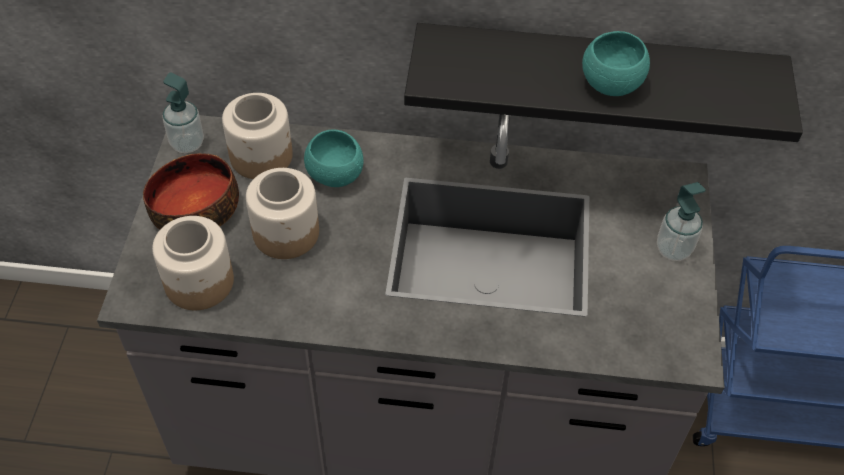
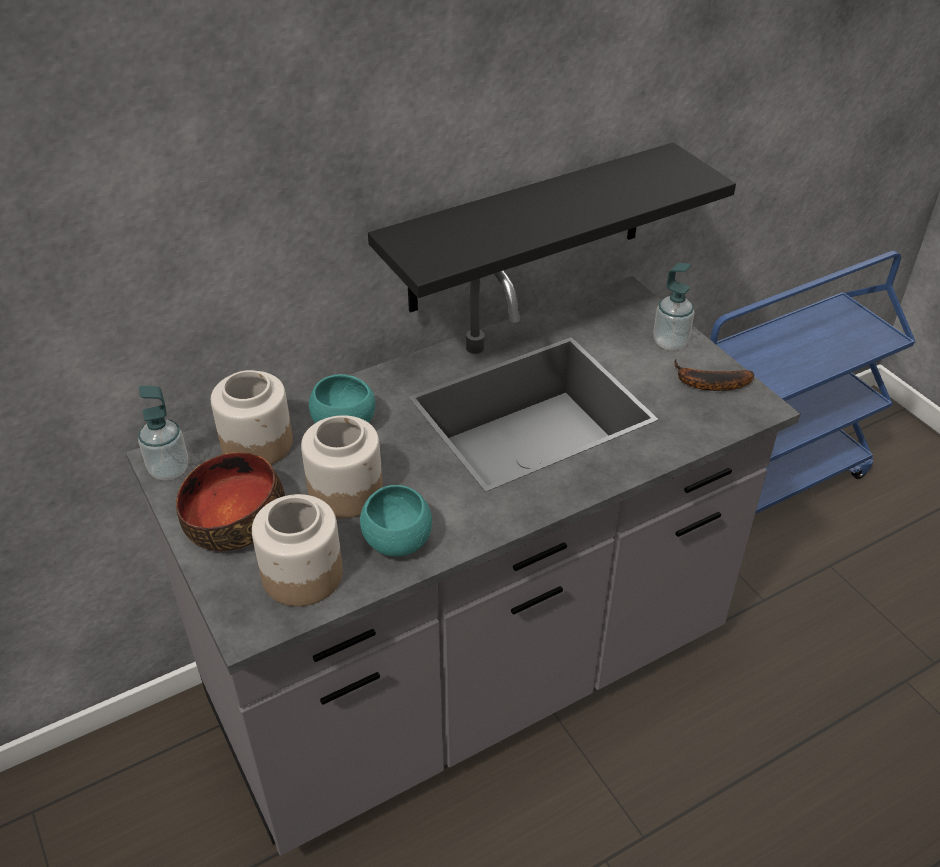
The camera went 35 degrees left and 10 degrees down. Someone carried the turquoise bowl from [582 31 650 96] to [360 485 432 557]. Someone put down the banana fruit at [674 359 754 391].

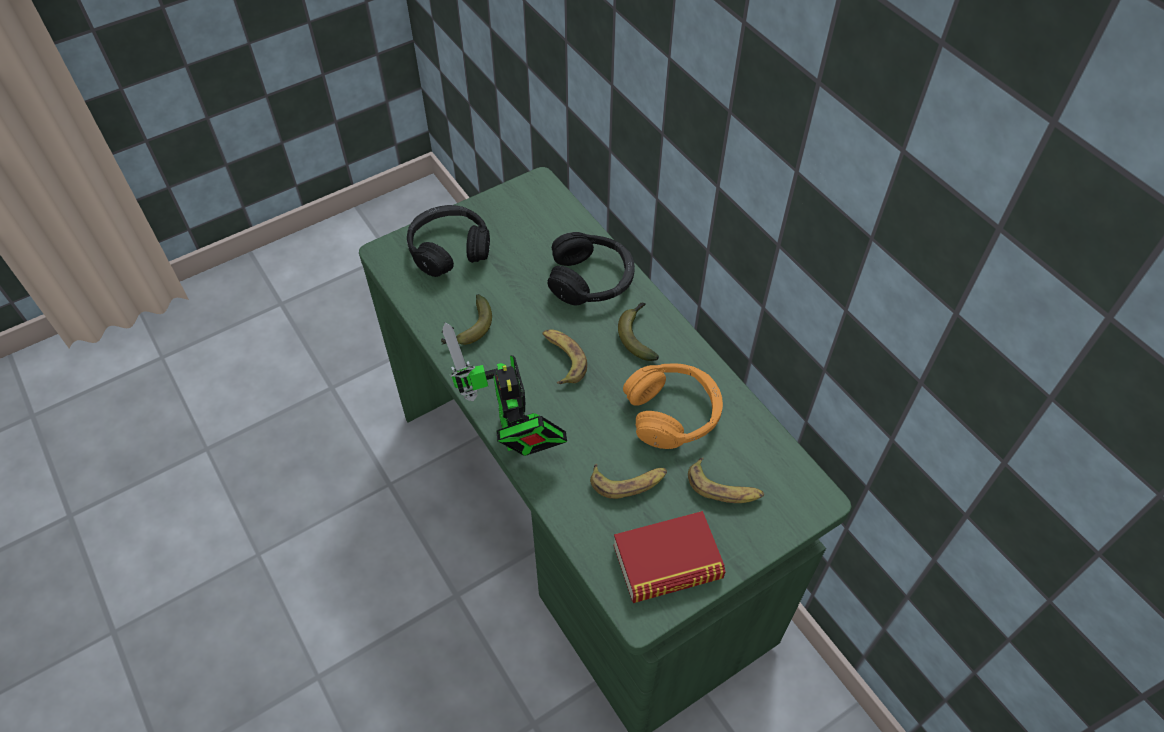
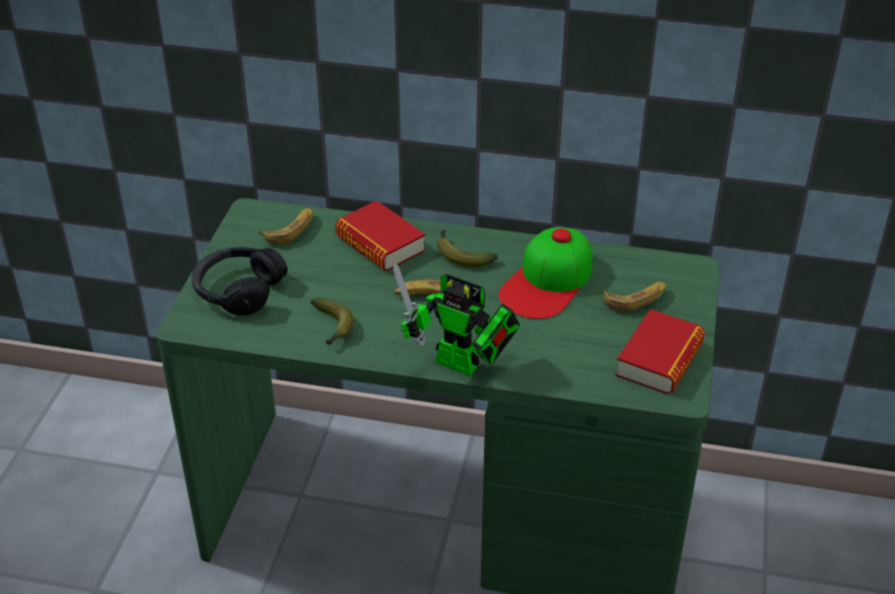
The camera went 45 degrees left and 15 degrees down. Someone carried the banana fruit from [590 463 667 499] to [259 208 313 244]. Someone swapped the black headset at [548 232 635 306] for the volume at [335 200 425 271]. Someone swapped the orange-coloured headset at [623 363 723 449] for the peaked cap at [499 228 592 319].

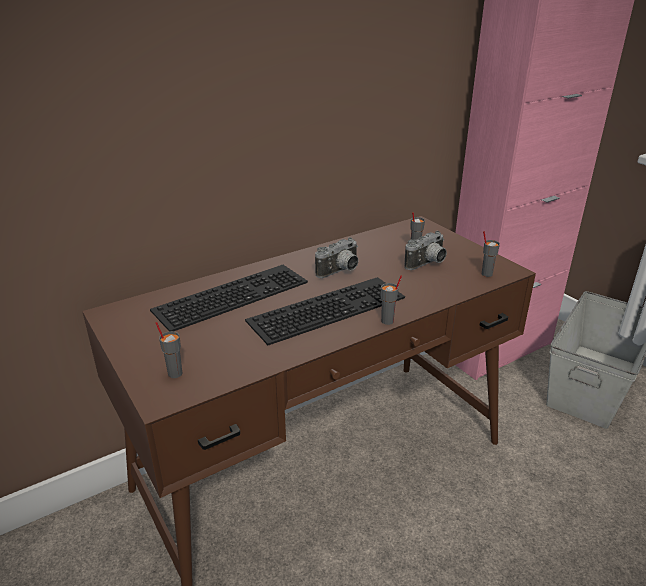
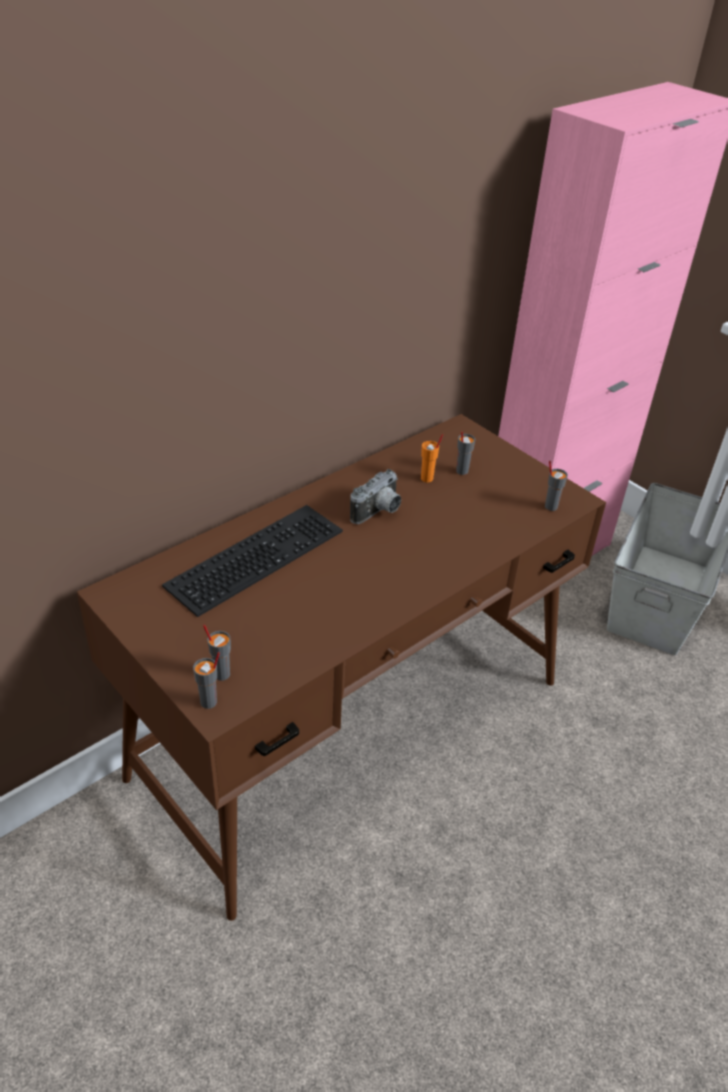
The camera went 10 degrees left and 10 degrees up. Someone carried the grey small cup from [381 275 402 325] to [193 652 220 709]. Someone put down the orange-coloured small cup at [421 434 443 482]. Someone took away the PC keyboard at [245 277 405 345]. Someone took away the photo camera at [405 231 447 270].

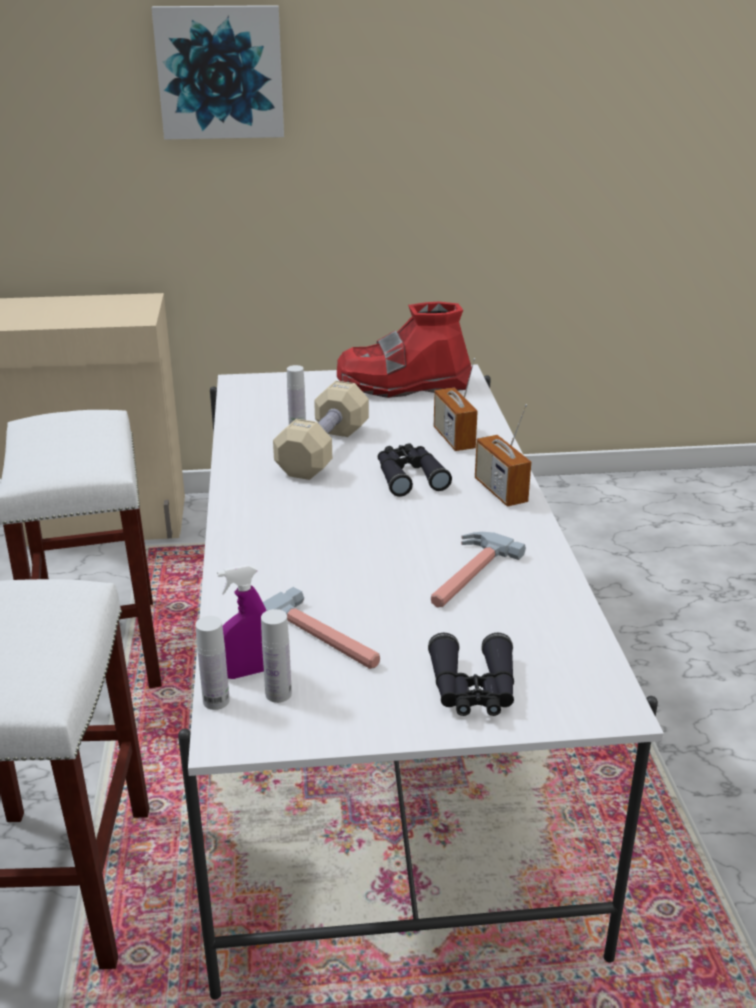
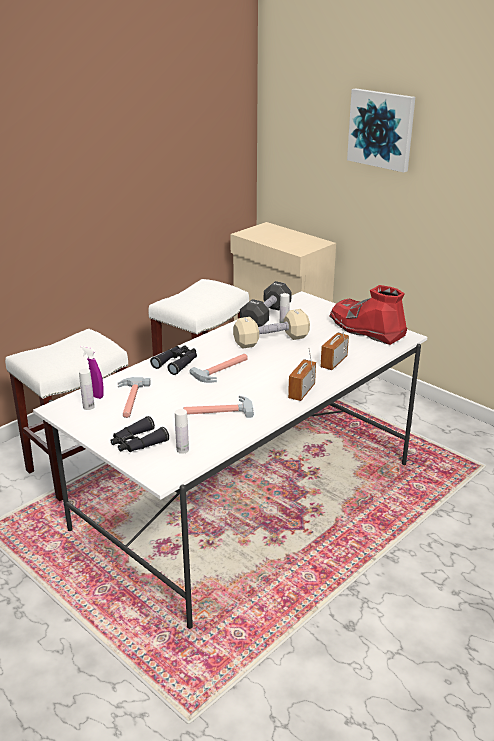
The camera went 50 degrees right and 0 degrees up. Someone carried the black field glasses from [378 443 452 497] to [150 345 197 375]. Someone carried the white bottle from [195 616 230 710] to [175 409 189 454]. Someone put down the tool hammer at [189 354 248 383]. Someone put down the black hand weight at [240 281 292 327].

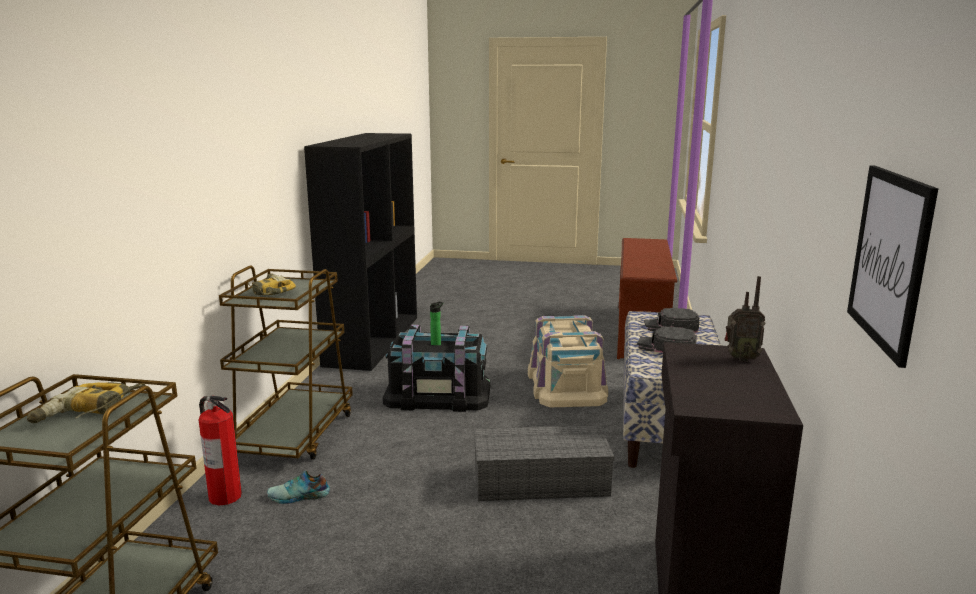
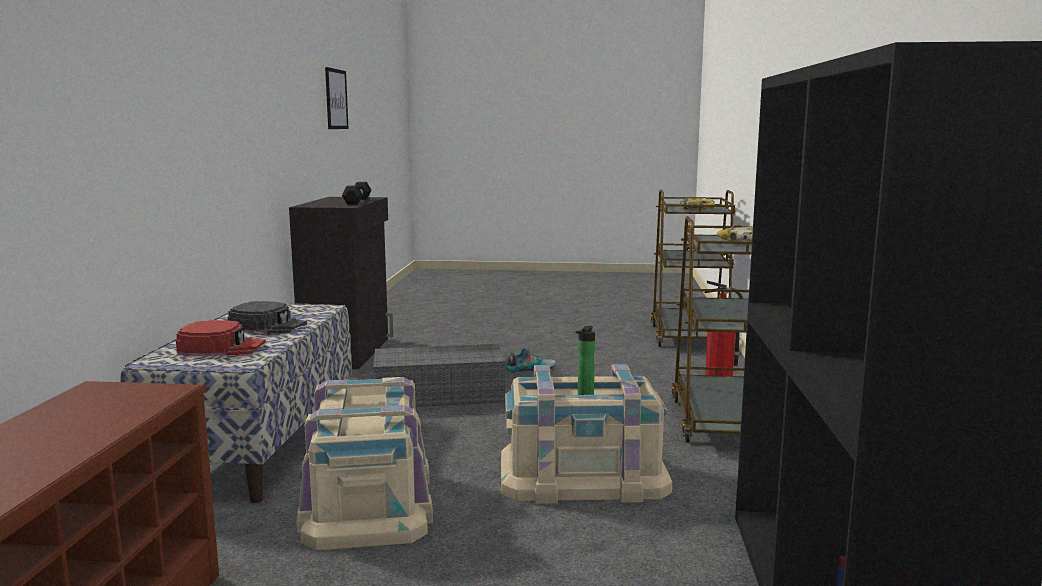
The camera went 175 degrees right and 5 degrees down. Someone repainted the black peaked cap at [644 308 699 333], which became the red peaked cap at [176 320 266 356]. Someone put down the black hand weight at [342 182 372 205]. Someone repainted the black storage box at [383 325 490 412], which became the beige storage box at [501 364 672 504]. Someone carried the shoe from [267 470 330 504] to [506 348 557 373]. Someone took away the radio at [725 276 765 362].

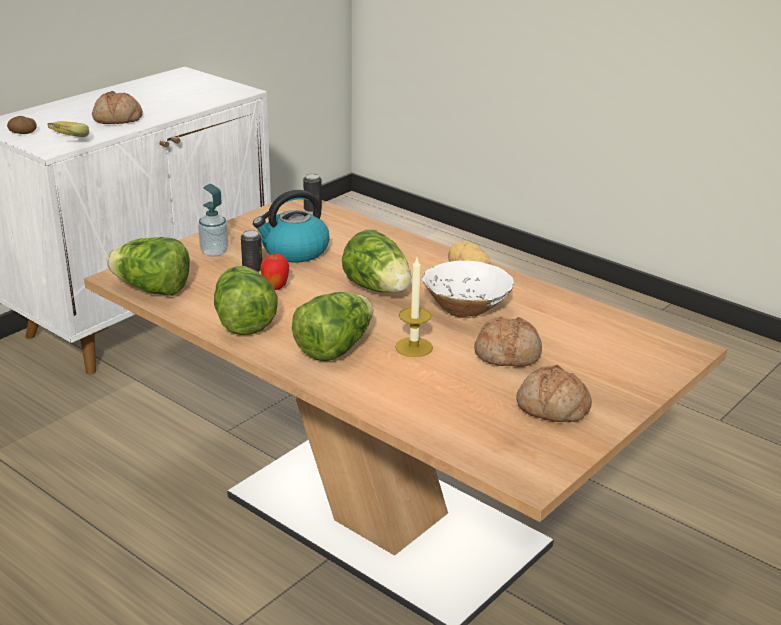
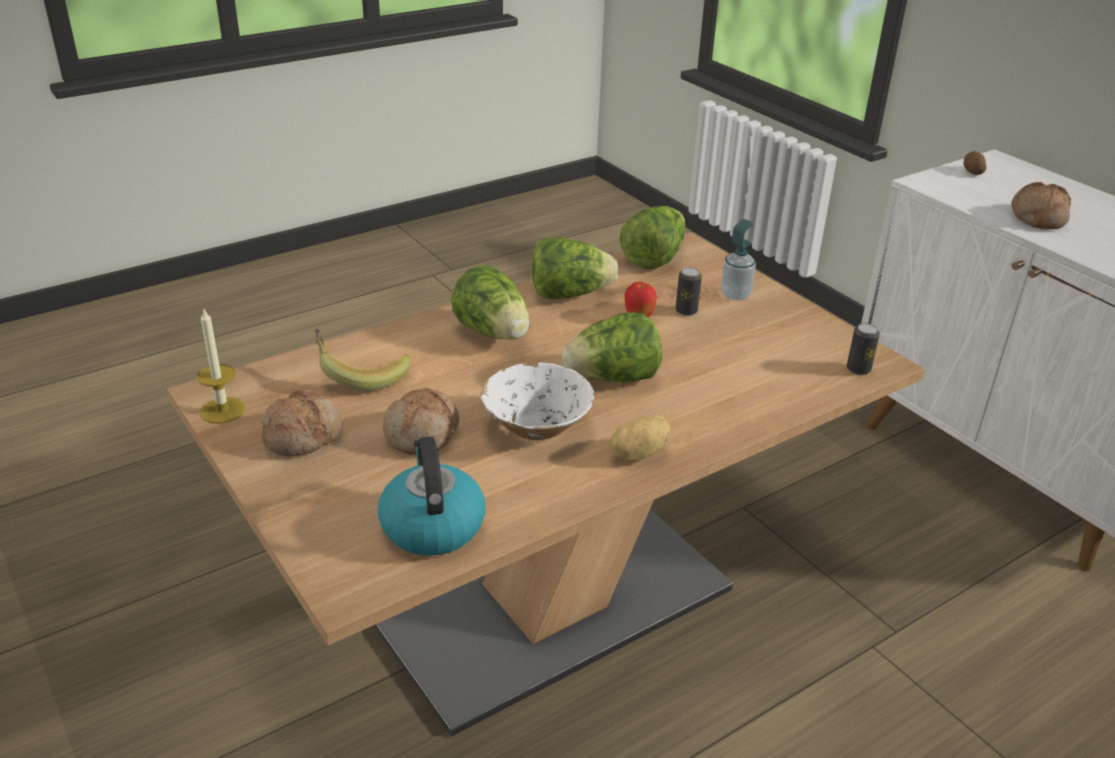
The camera went 105 degrees right and 5 degrees up. Someone carried the wax candle from [395 258 433 357] to [196 310 245 424]. Someone carried the banana fruit from [47 121 89 137] to [315 329 410 390]. Someone carried the water kettle from [253 190 330 263] to [378 437 485 556].

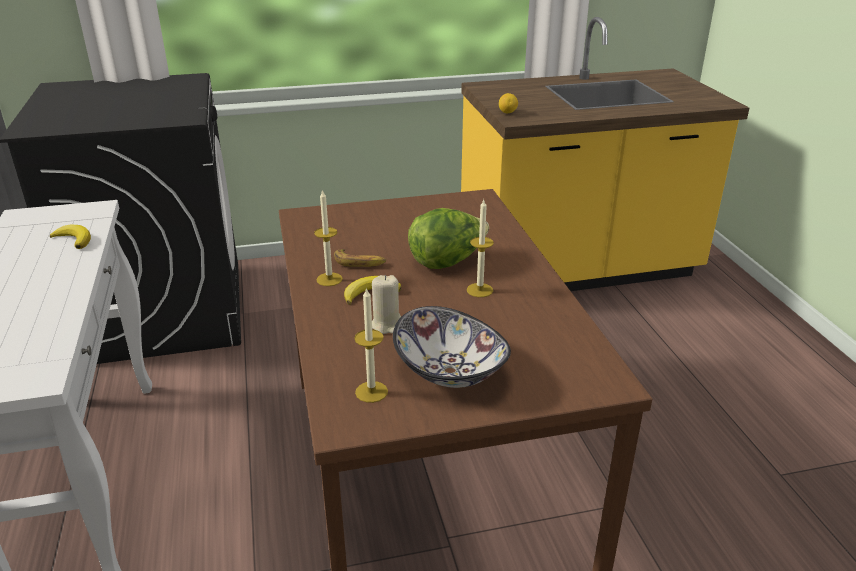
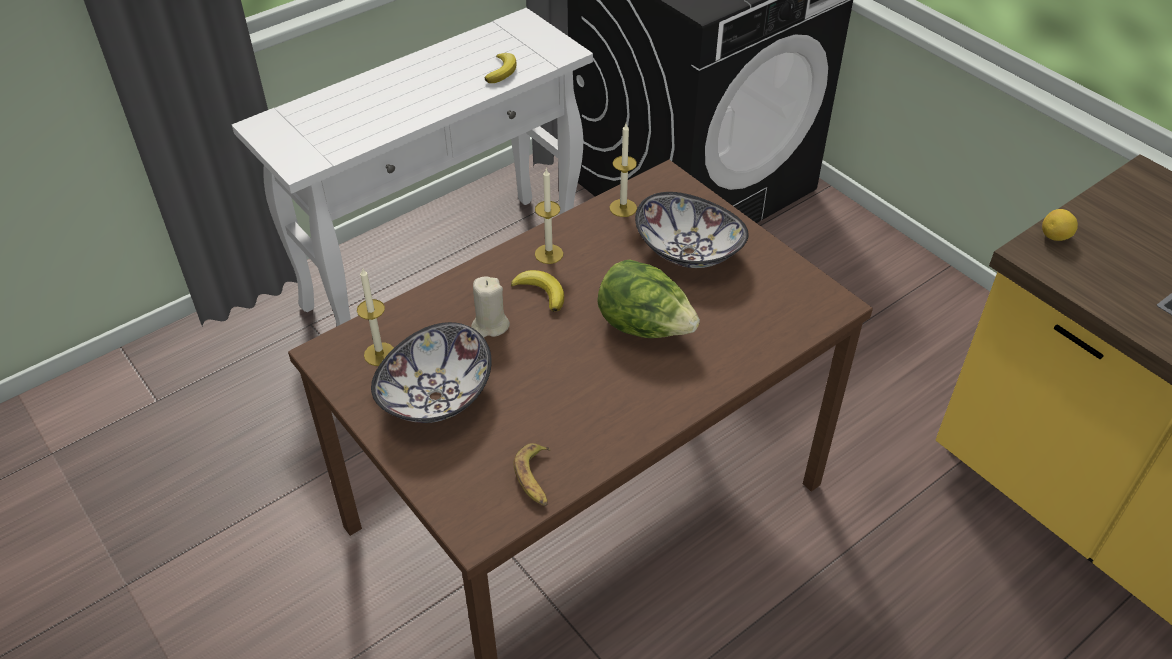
The camera went 65 degrees right and 15 degrees up. Someone carried the banana fruit from [334 249 386 267] to [514 443 551 506]. Someone carried the wax candle from [467 200 494 297] to [610 124 637 217]. Someone put down the bowl at [635 192 749 268].

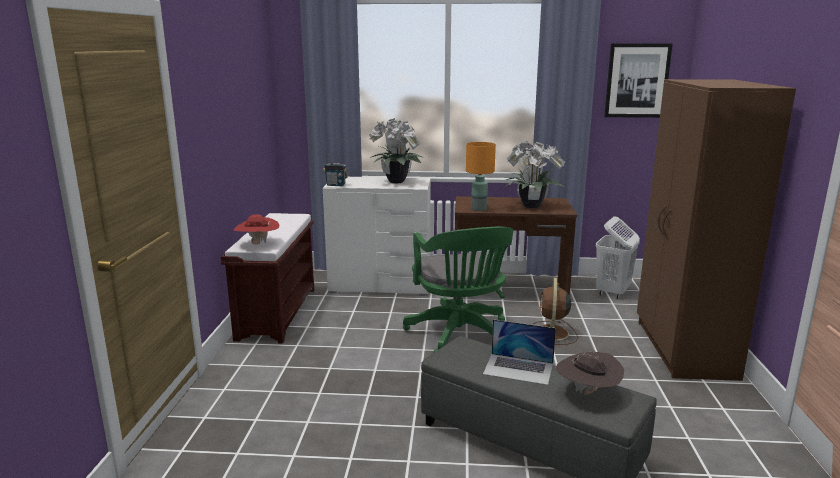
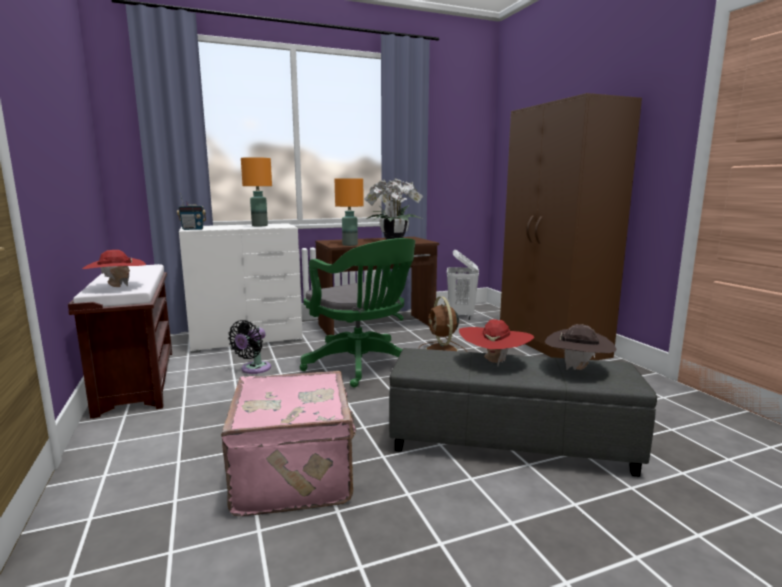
The camera went 25 degrees left and 5 degrees down. Someone put down the pink travel case at [221 371 357 516]. Someone put down the black fan at [228 320 271 374]. Someone swapped the plant in a pot at [369 118 425 183] for the orange-coloured tabletop lamp at [241 157 272 226]. Someone swapped the notebook computer at [483 319 556 385] for the red clothing hat at [459 319 534 367]. Someone took away the wall art at [604 44 673 118].

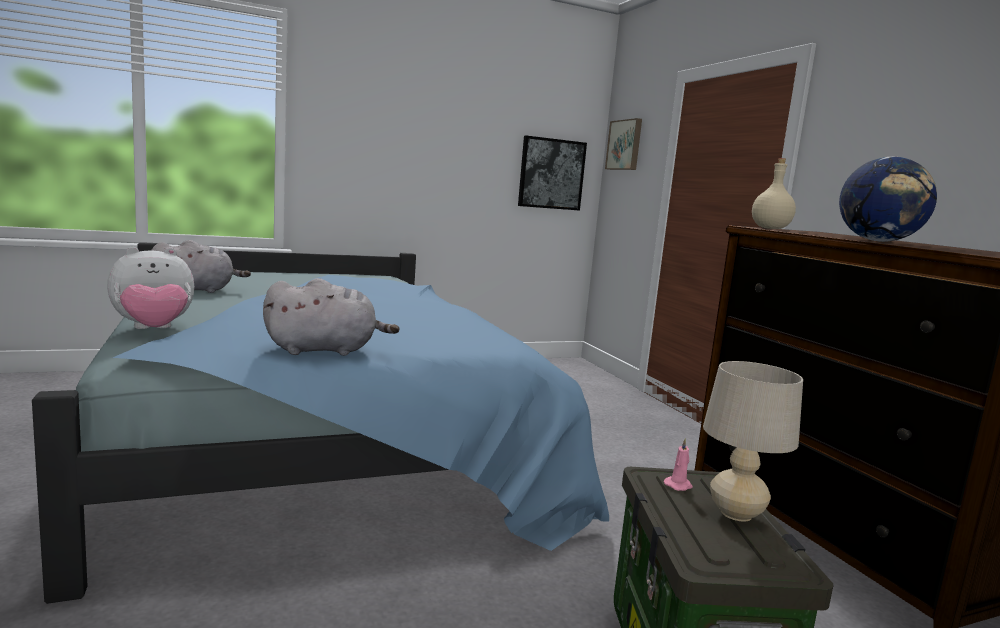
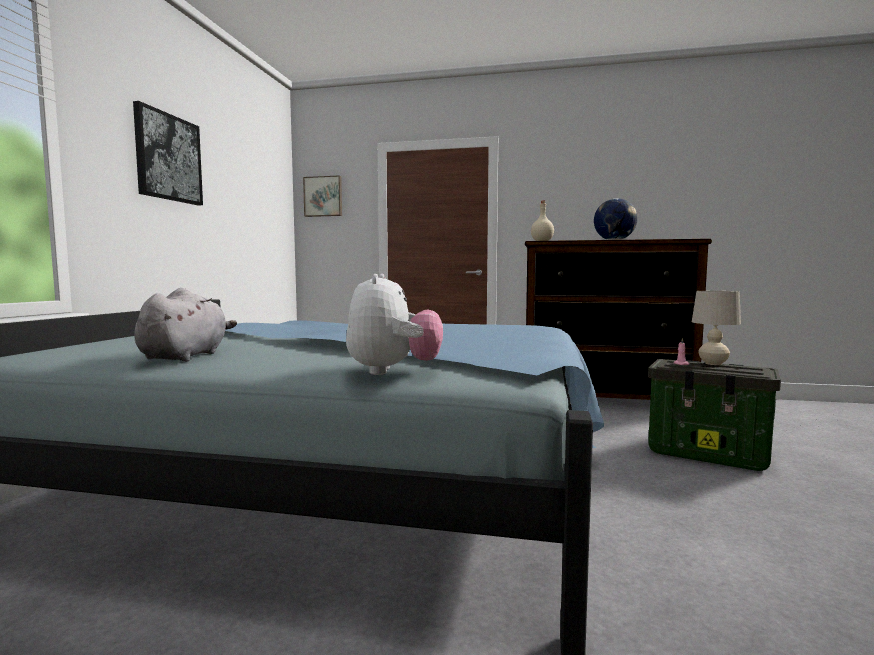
The camera went 55 degrees left and 5 degrees down. Someone carried the wall art from [518 136 587 211] to [133 101 203 205]. Someone took away the grey cuddly toy at [263 278 400 356].

